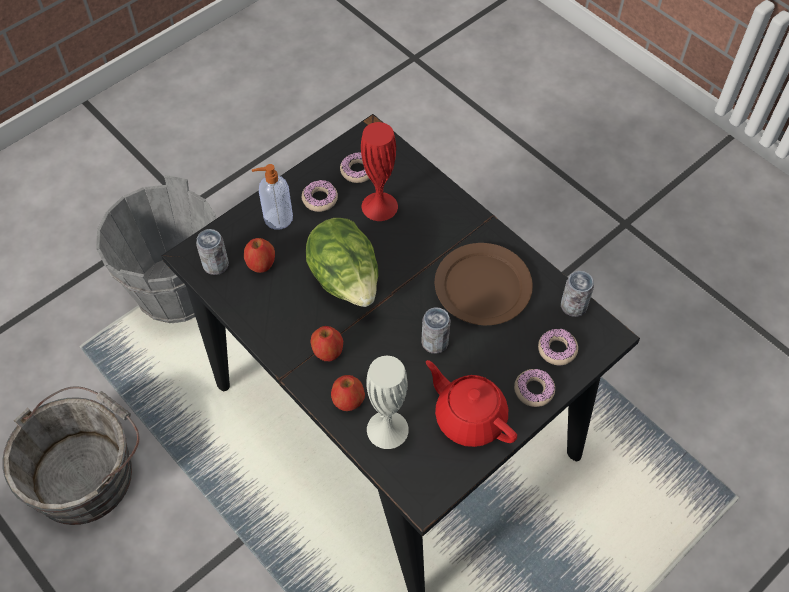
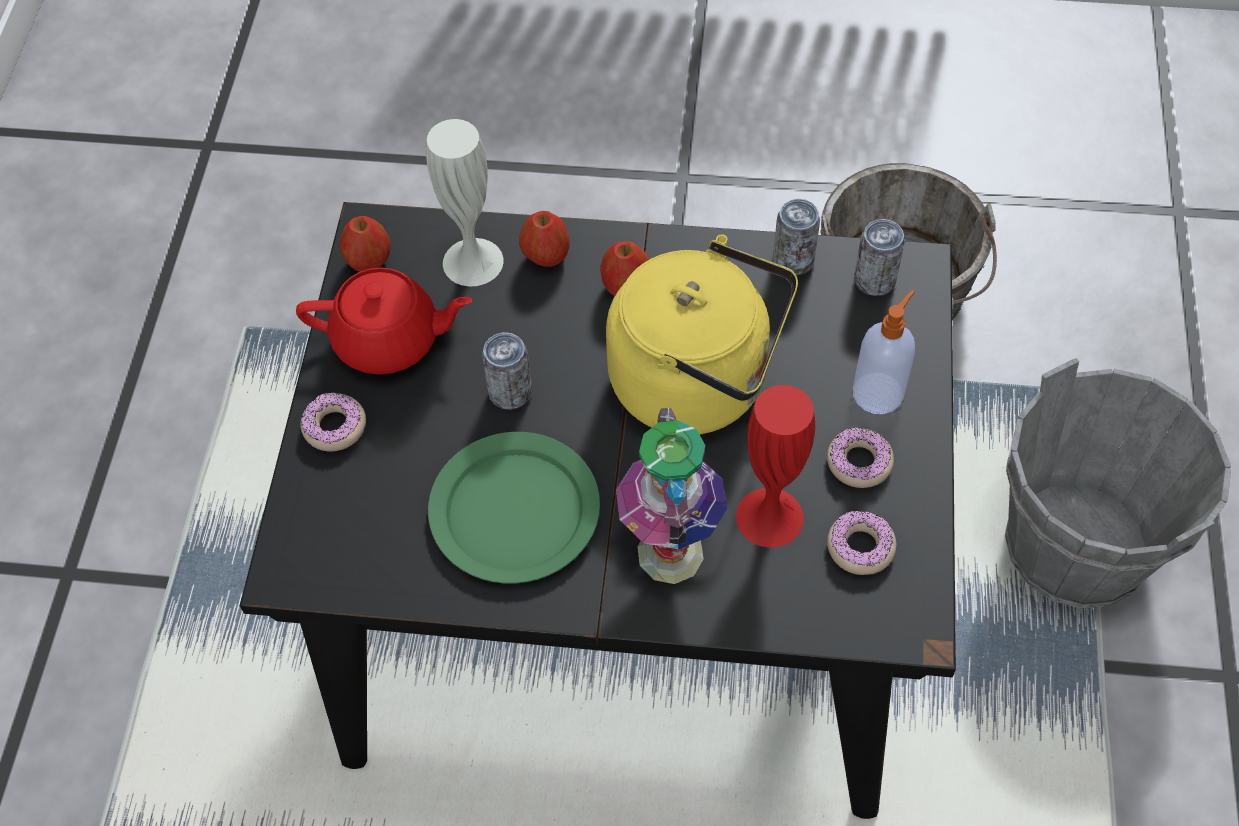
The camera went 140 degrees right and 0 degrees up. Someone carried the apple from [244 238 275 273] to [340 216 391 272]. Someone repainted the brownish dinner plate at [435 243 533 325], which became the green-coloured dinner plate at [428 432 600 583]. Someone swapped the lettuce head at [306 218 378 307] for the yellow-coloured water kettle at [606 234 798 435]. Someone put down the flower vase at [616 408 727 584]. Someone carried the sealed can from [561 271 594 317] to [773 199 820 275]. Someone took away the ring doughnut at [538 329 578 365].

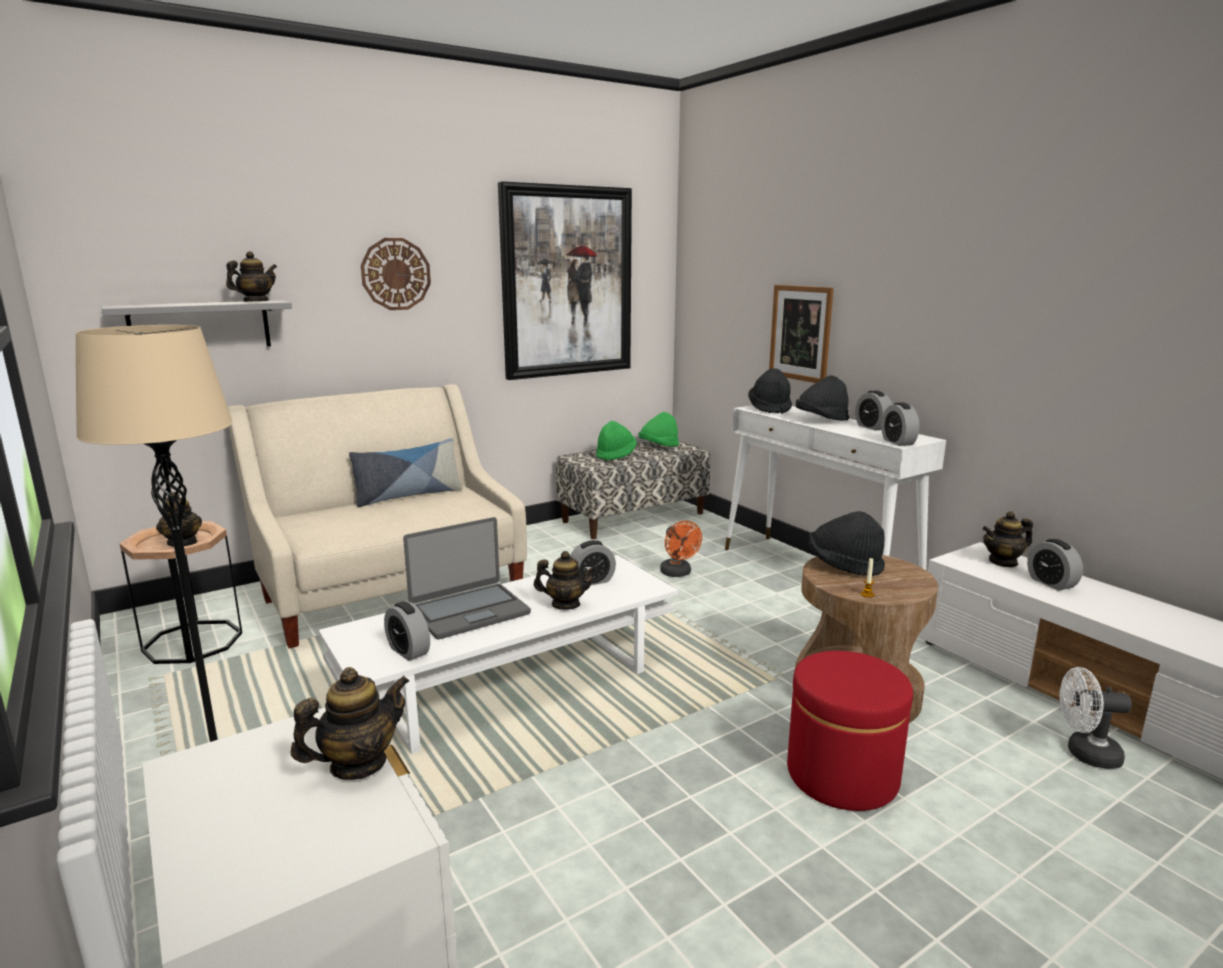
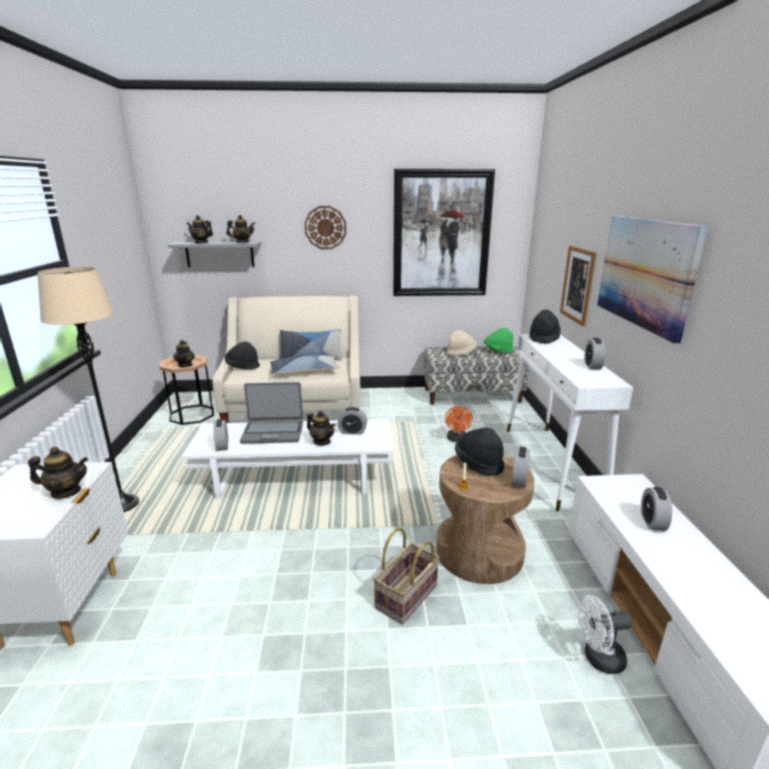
The camera went 30 degrees right and 5 degrees up. Someone carried the tea pot from [982 511 1033 567] to [186 215 213 244]. Someone carried the black clothing hat from [796 375 849 421] to [225 341 260 370]. Someone put down the pillow at [270 355 339 375]. Someone swapped the red ottoman at [787 651 913 811] for the storage basket at [373 528 440 625]. Someone repainted the green-coloured clothing hat at [596 421 637 461], which became the beige clothing hat at [447 330 476 356]. Someone carried the bedside clock from [881 403 919 446] to [511 447 530 488]. Someone rotated the white fan at [1059 667 1132 769] by 45 degrees counterclockwise. Someone put up the wall art at [597 216 708 344].

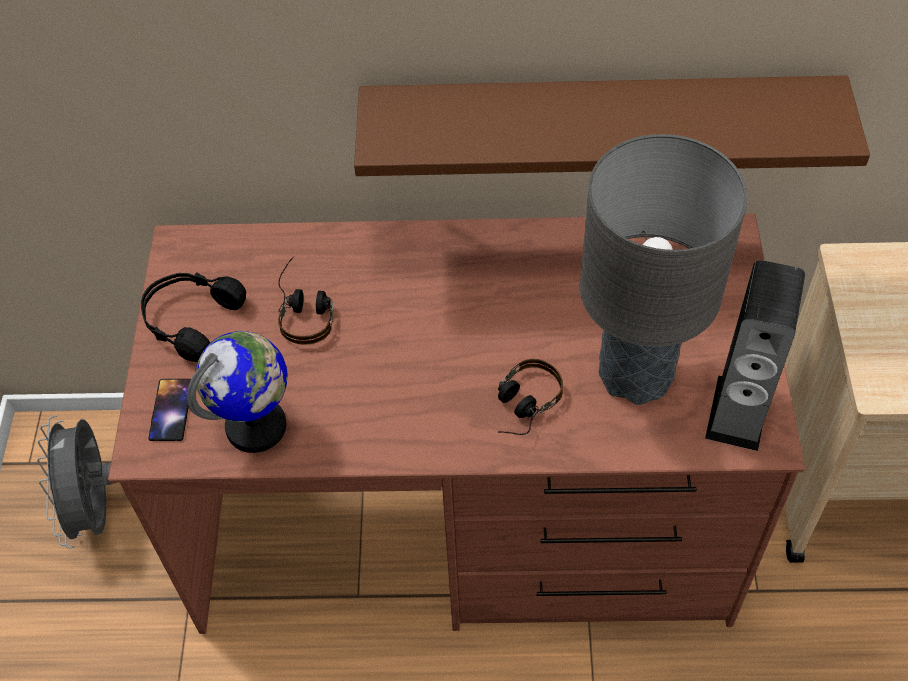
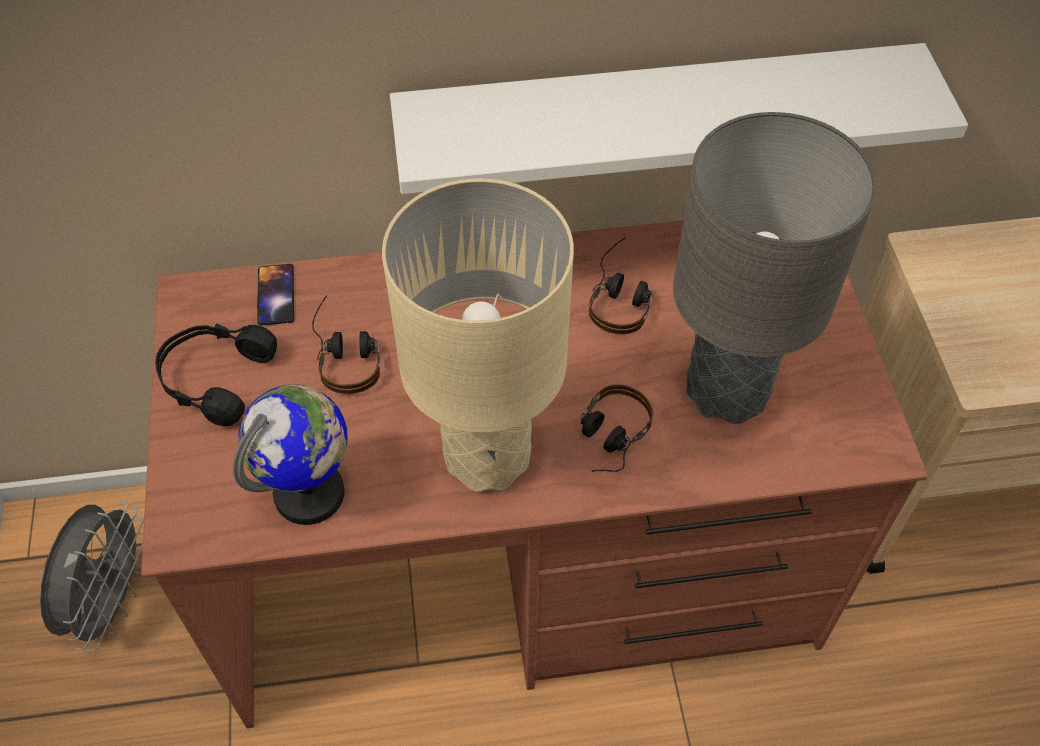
The camera went 10 degrees left and 0 degrees up. Someone rotated the grey fan at [37 415 114 548] by 150 degrees counterclockwise. Someone carried the telephone from [149 379 191 441] to [257 264 294 325]. Someone put down the beige tabletop lamp at [382 178 574 491]. Someone repainted the brownish shelf at [354 75 870 176], which became the white shelf at [390 43 968 194]. Someone put down the headset at [589 237 653 334]. Someone took away the loudspeaker at [705 260 805 451].

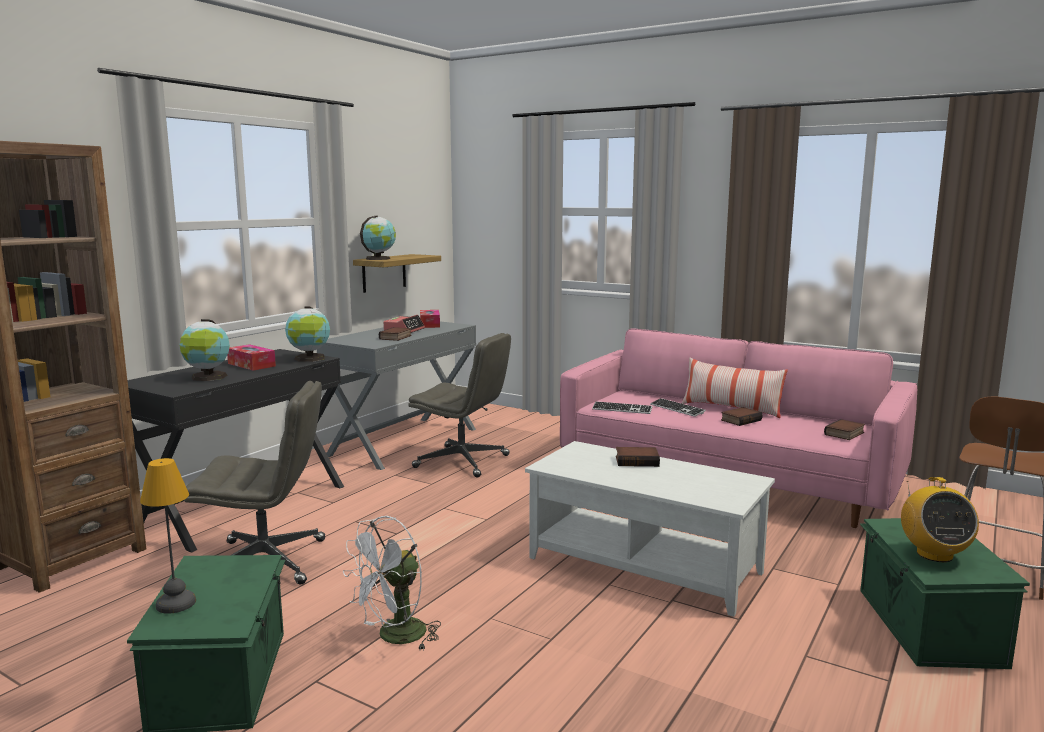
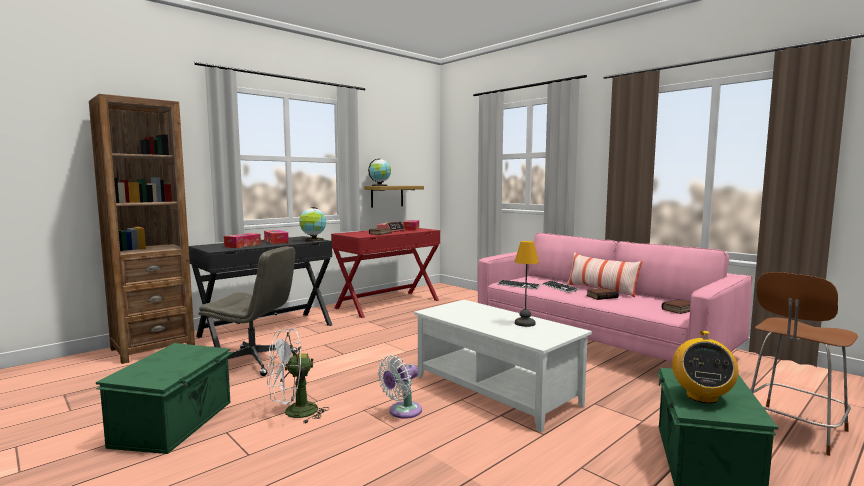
The camera went 15 degrees right and 5 degrees down. Someone swapped the globe at [180 319 230 381] for the tissue holder at [224 233 261 248]. Someone repainted the grey desk at [317 321 476 470], which became the red desk at [331 228 440 318]. Someone put down the white fan at [378 355 422 419]. Someone carried the tabletop lamp from [140 458 196 614] to [514 241 539 327]. Someone took away the grey computer chair at [408 333 511 478]. Someone took away the volume at [616 447 660 467].

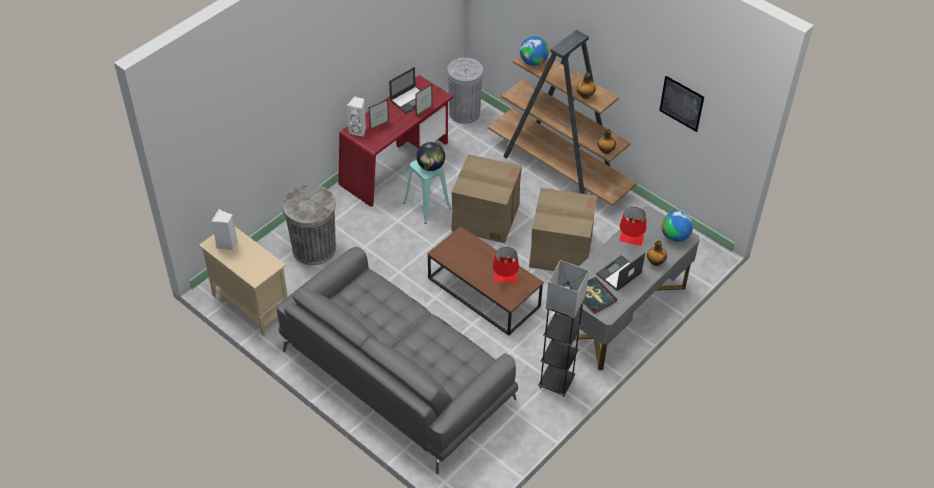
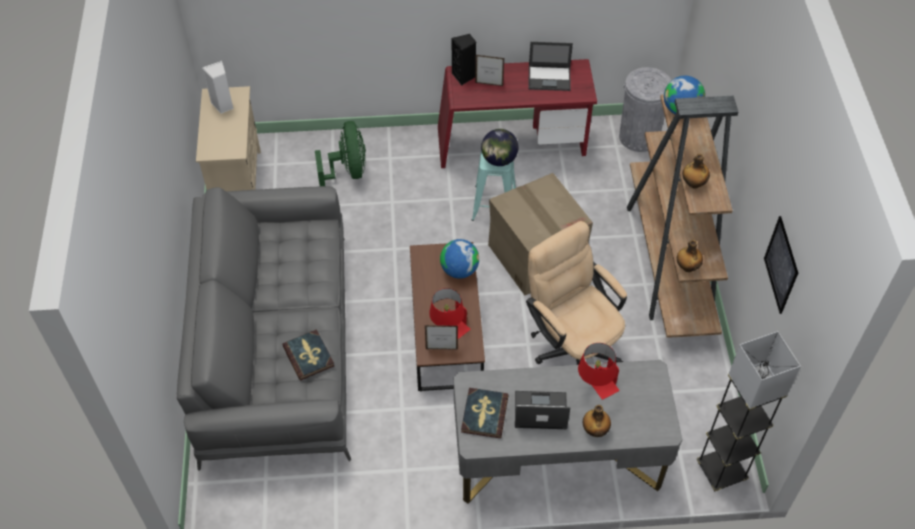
The camera went 45 degrees right and 5 degrees up. Someone put down the volume at [282 329 334 380]. Someone swapped the grey trash can at [282 185 336 265] for the green-coloured fan at [315 121 366 186]. Someone carried the picture frame from [415 84 432 116] to [425 325 458 350]. Someone carried the globe from [662 211 693 242] to [440 239 479 279]. Someone repainted the white loudspeaker at [347 96 366 137], which became the black loudspeaker at [452 34 476 85]. Someone swapped the cardboard box at [529 188 597 271] for the beige computer chair at [526 221 627 365]. Someone carried the grey standing lamp from [538 260 589 397] to [697 331 801 492].

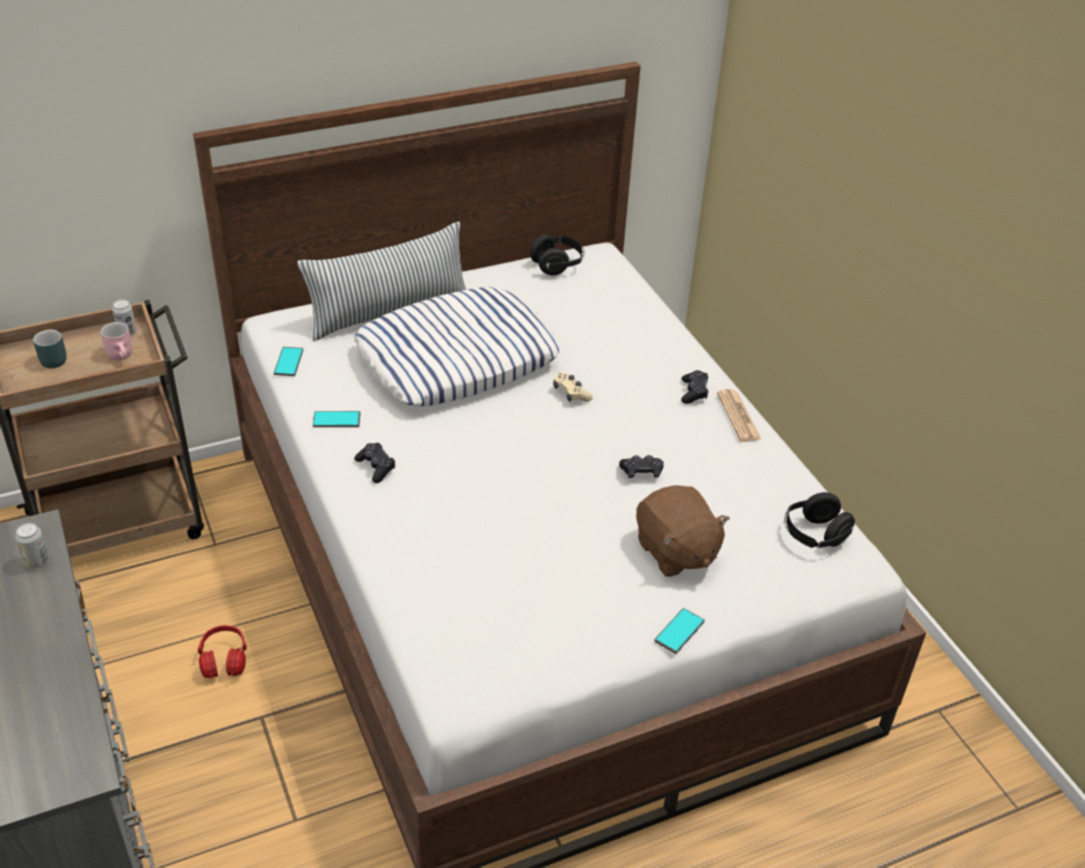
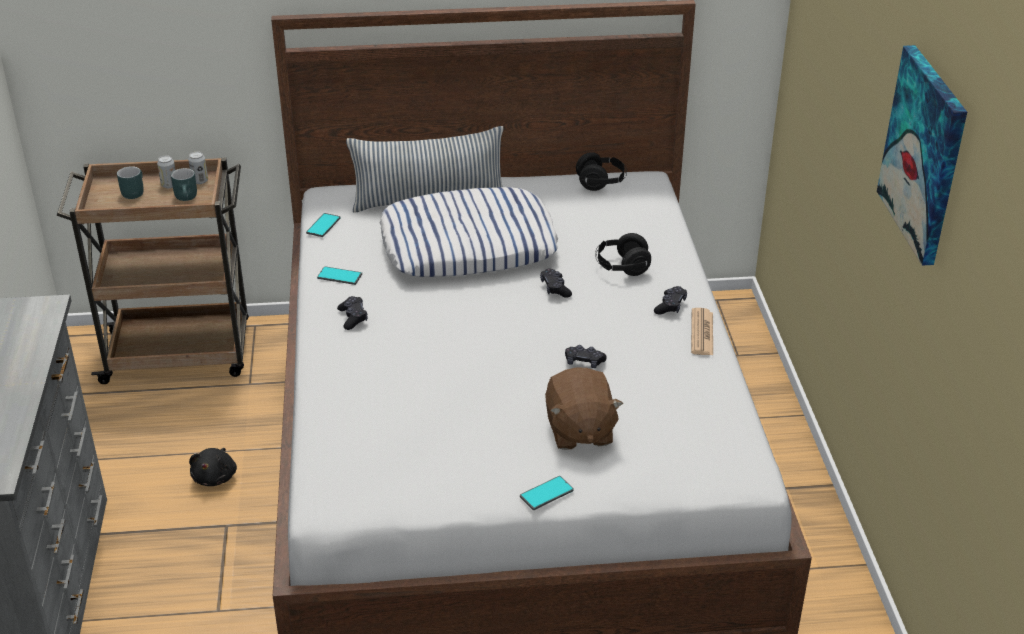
The camera went 20 degrees right and 5 degrees down. Someone carried the sealed can from [15 523 49 568] to [157 155 175 188]. Someone repainted the pink tea mug at [101 322 132 360], which became the turquoise tea mug at [171 168 197 201]. Someone swapped the red headset at [198 625 247 678] for the black cuddly toy at [189 448 237 486]. Someone repainted the beige joypad at [553 373 593 402], which became the black joypad at [540 268 572 298]. Someone carried the black headset from [784 492 855 548] to [595 233 651 276]. Someone put up the wall art at [877 45 967 266].

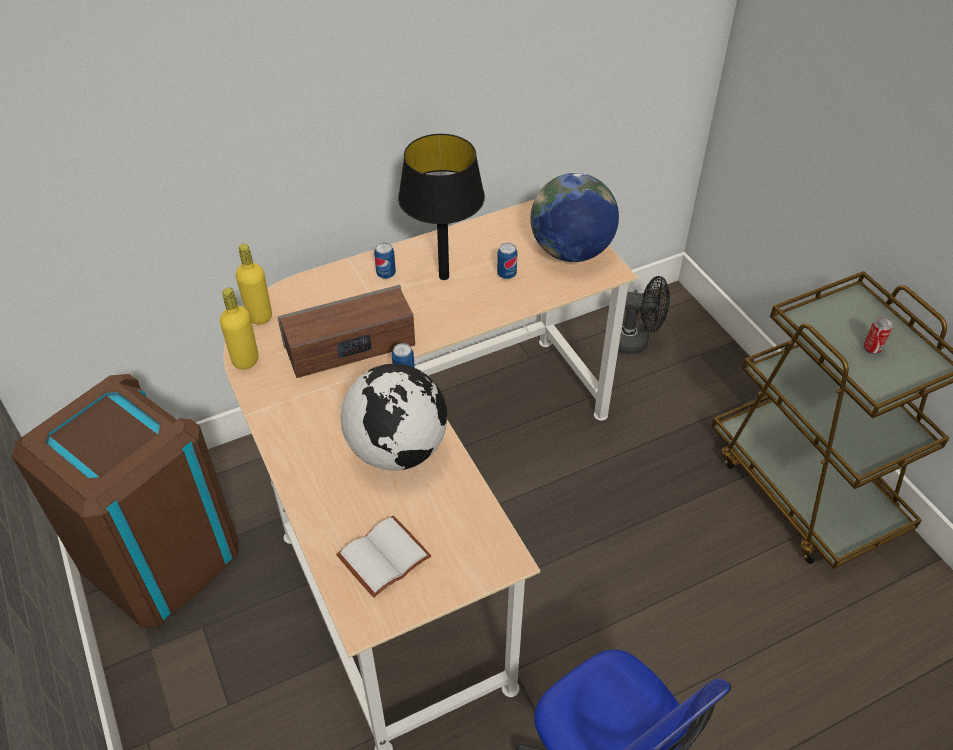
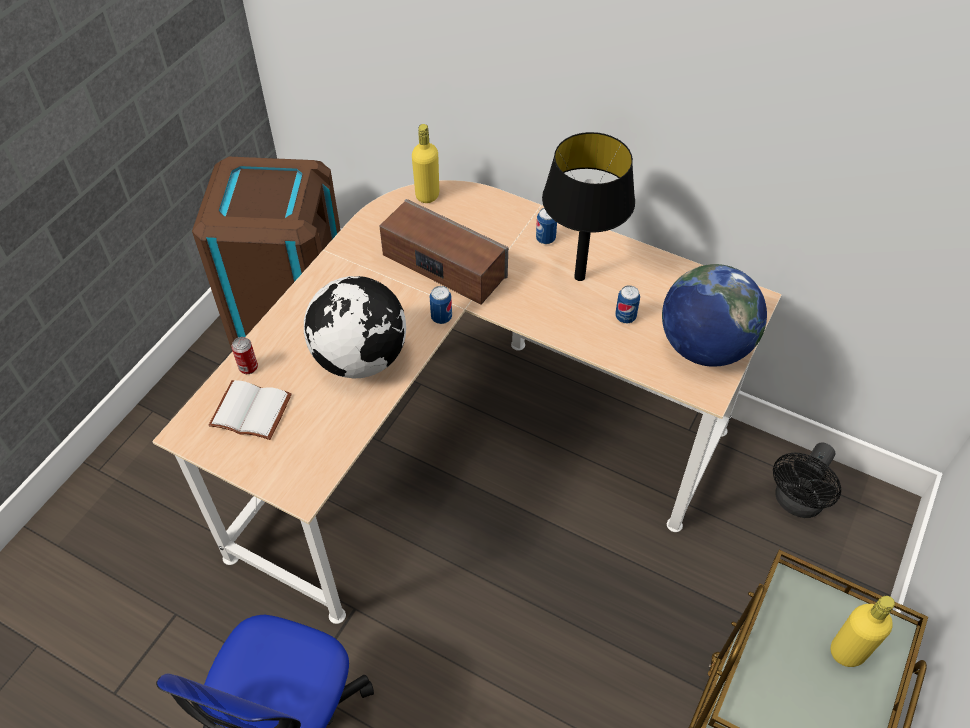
The camera went 55 degrees right and 5 degrees up. Someone carried the sealed can from [864 316 893 354] to [231 337 258 374]. Someone rotated the black fan at [618 276 670 354] by 60 degrees clockwise. Someone carried the yellow-coloured bottle from [220 288 259 370] to [831 596 895 667].

